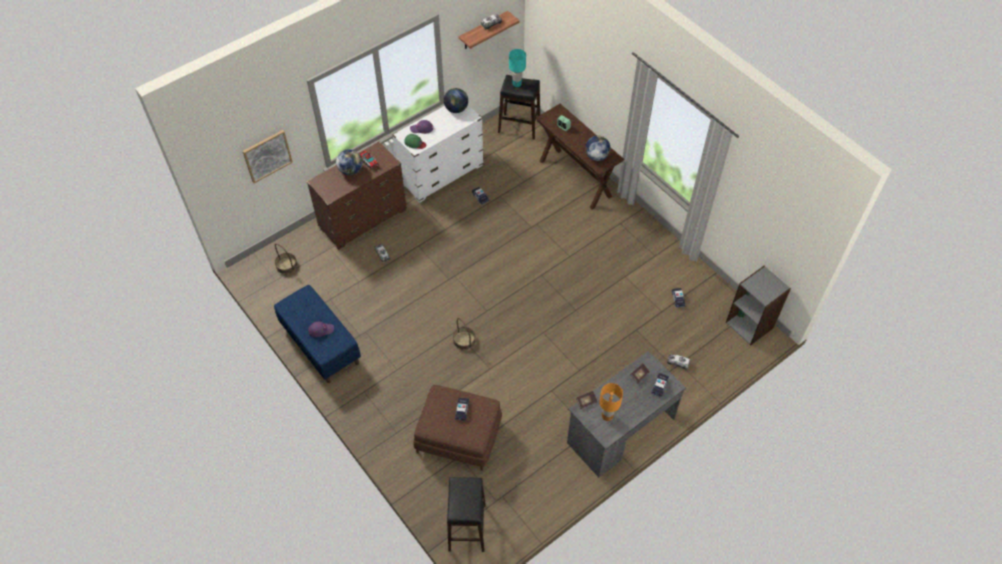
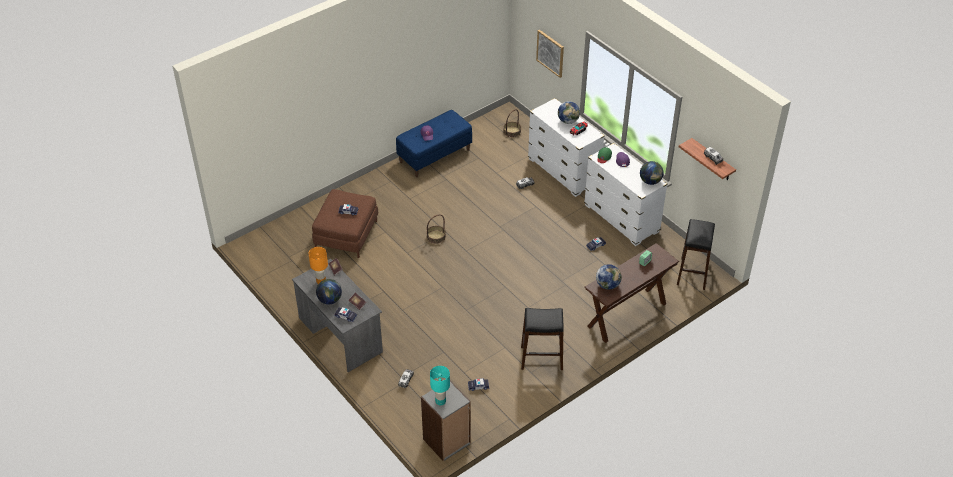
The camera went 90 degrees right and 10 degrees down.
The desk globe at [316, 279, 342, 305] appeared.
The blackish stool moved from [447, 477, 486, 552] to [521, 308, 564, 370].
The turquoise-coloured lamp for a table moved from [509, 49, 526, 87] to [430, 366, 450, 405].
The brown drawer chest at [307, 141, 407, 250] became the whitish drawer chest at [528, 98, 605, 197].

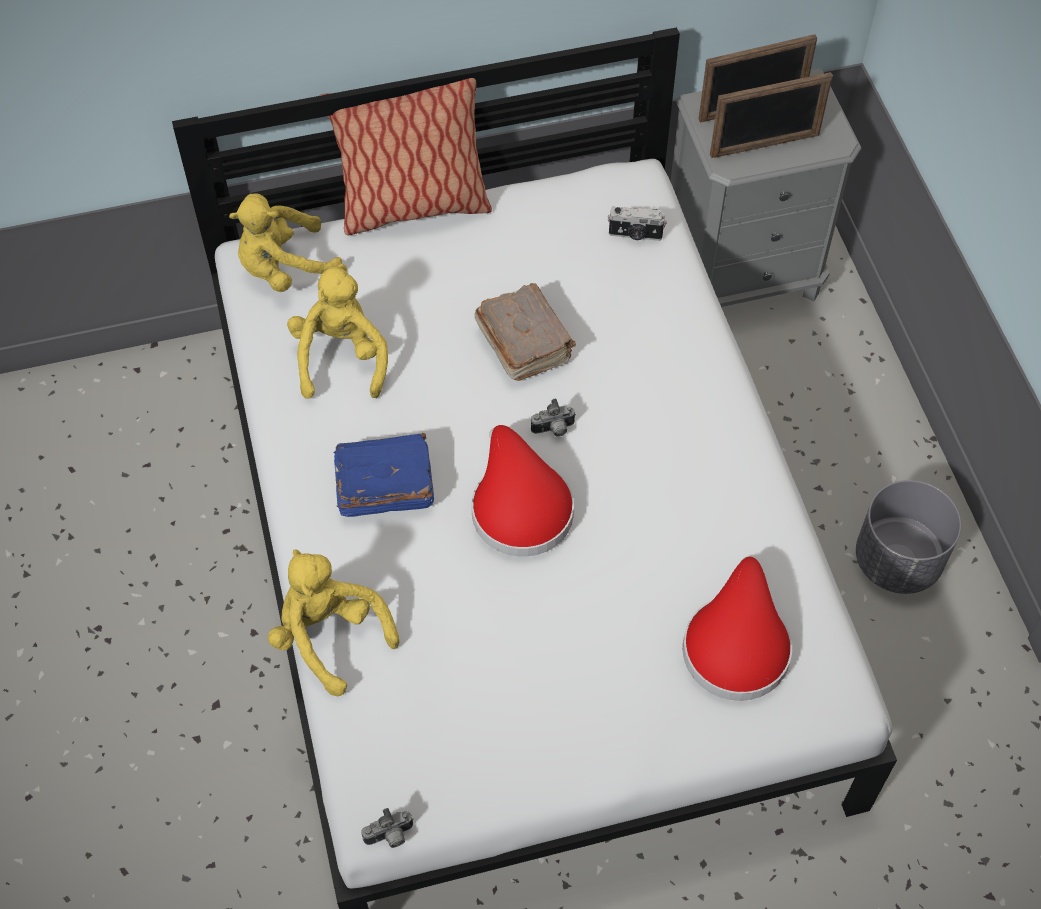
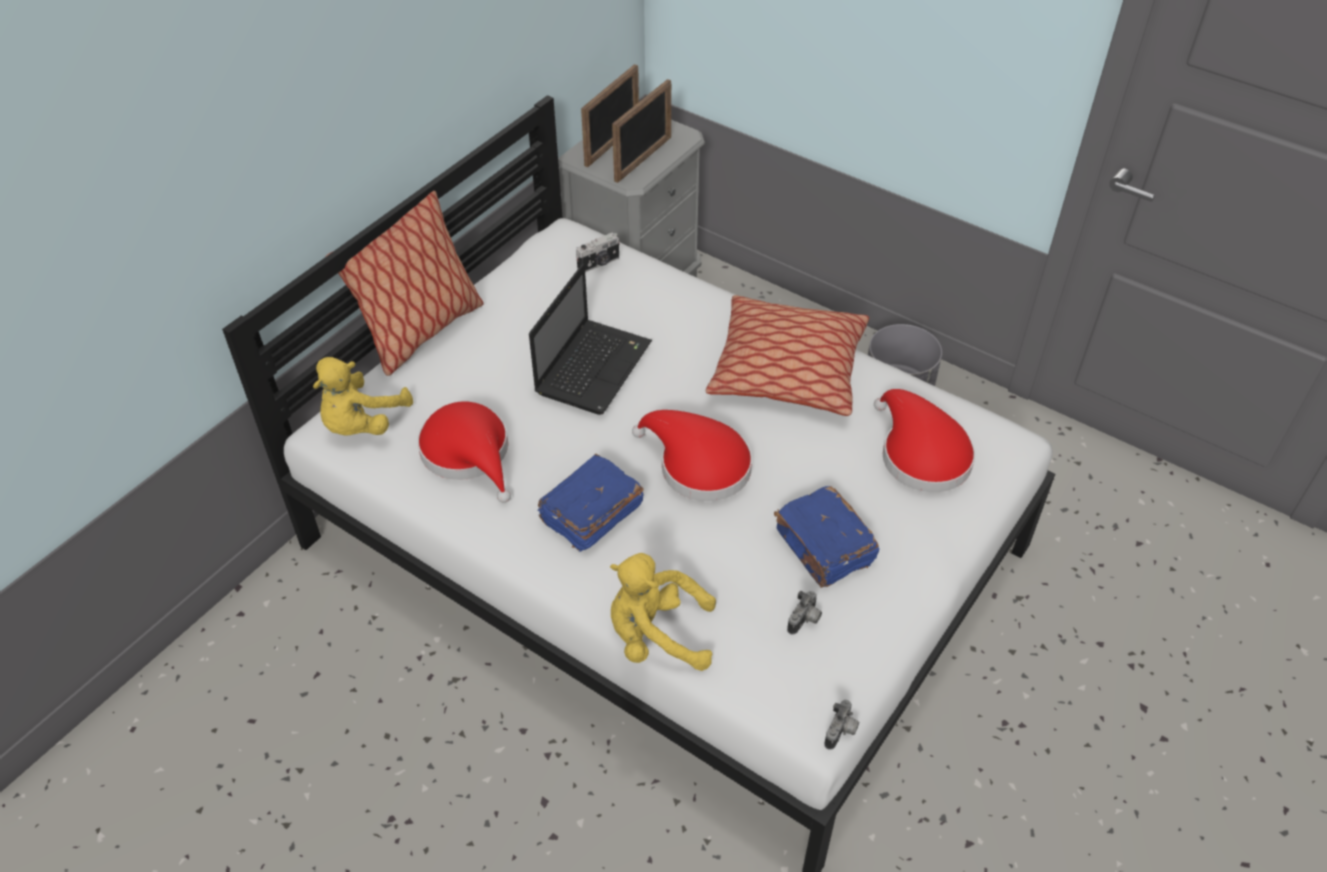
The camera went 40 degrees left and 10 degrees down.
The pillow at [706, 295, 869, 416] appeared.
The blue-coloured volume at [774, 486, 879, 588] appeared.
The still camera moved from [531, 399, 576, 437] to [787, 591, 822, 635].
The yellowish plush toy at [287, 263, 388, 399] was replaced by the reddish hat at [417, 401, 511, 503].
The brown volume at [474, 283, 576, 381] was replaced by the laptop at [529, 264, 652, 415].

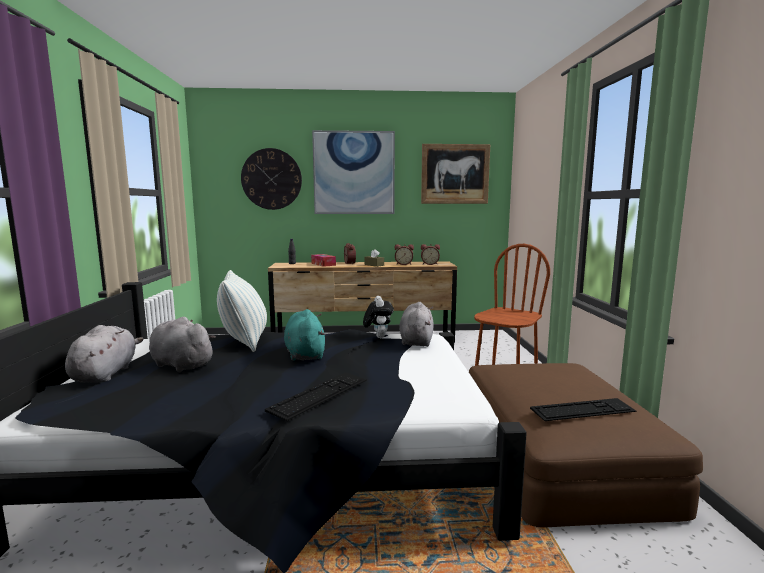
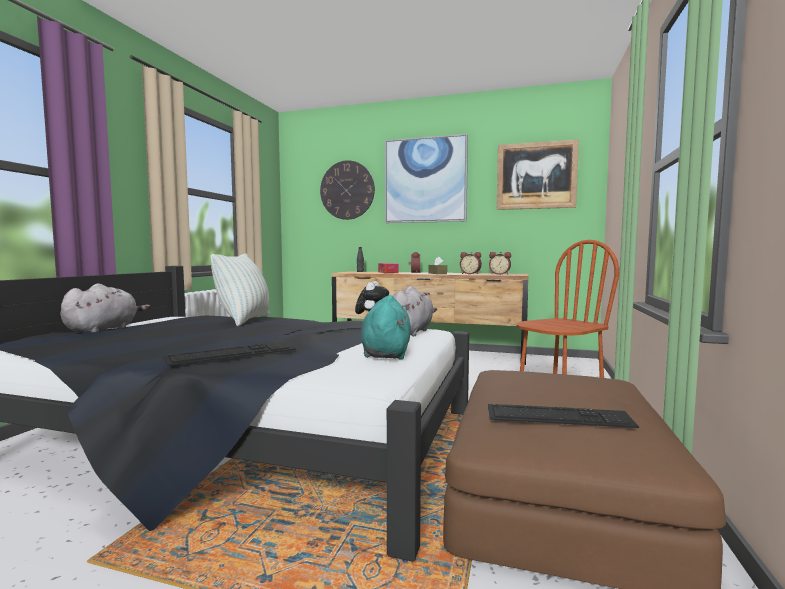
The camera went 20 degrees right and 5 degrees down.
The greyish plush toy at [149, 317, 216, 372] disappeared.
The turquoise-coloured plush toy moved from [284, 309, 325, 361] to [361, 295, 411, 360].

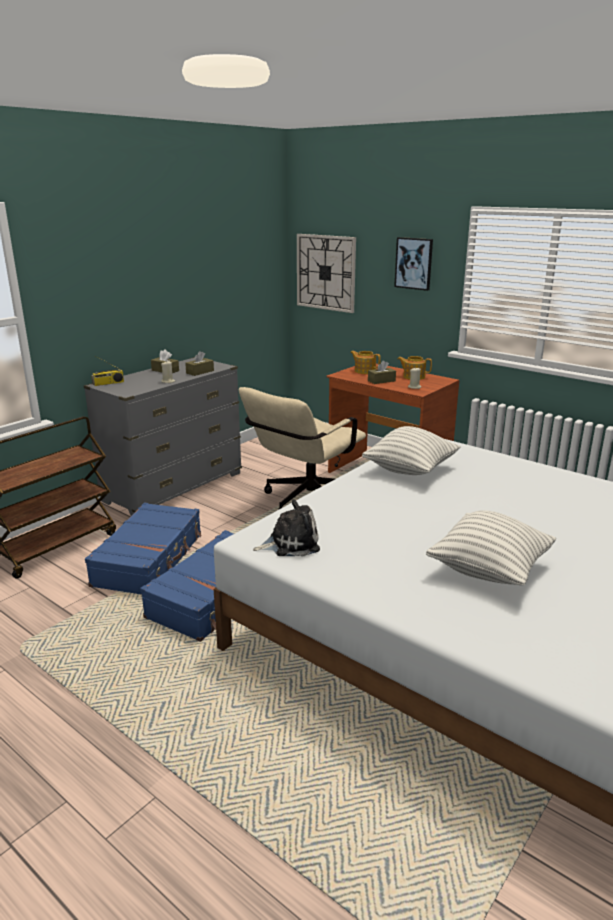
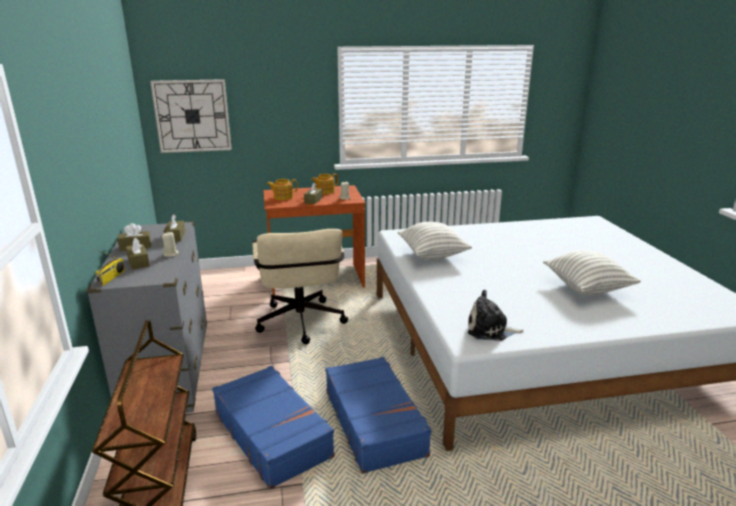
The camera went 50 degrees left and 0 degrees up.
The wall art at [394, 237, 433, 291] disappeared.
The brown tissue holder at [126, 238, 150, 270] appeared.
The plush toy at [253, 499, 320, 556] turned 105 degrees counterclockwise.

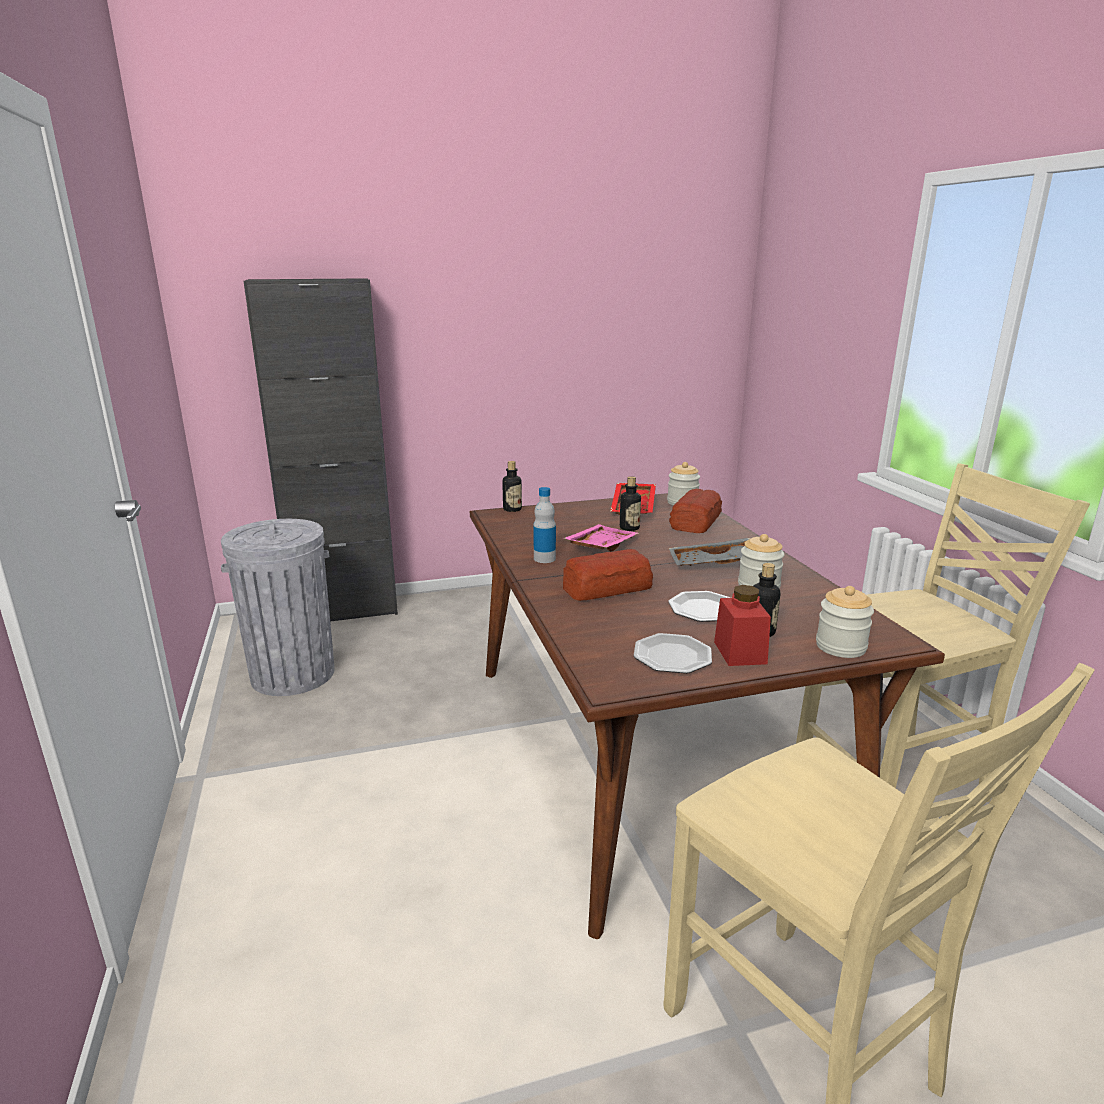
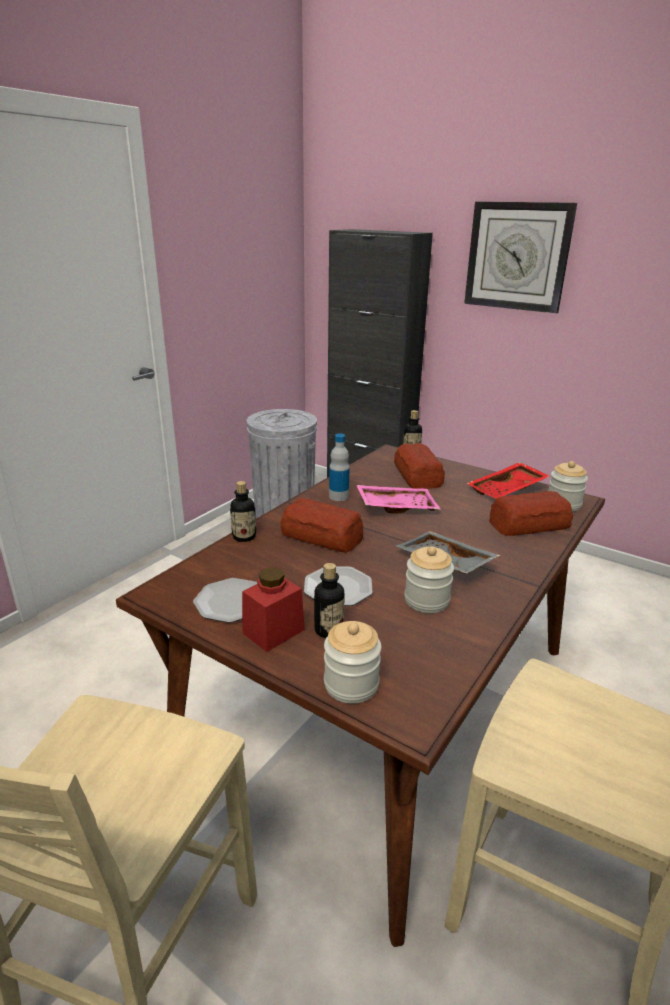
The camera went 50 degrees right and 5 degrees up.
The baked bread at [394, 443, 445, 489] appeared.
The hanging clock at [464, 201, 577, 313] appeared.
The beverage bottle moved from [620, 476, 641, 531] to [230, 481, 256, 542].

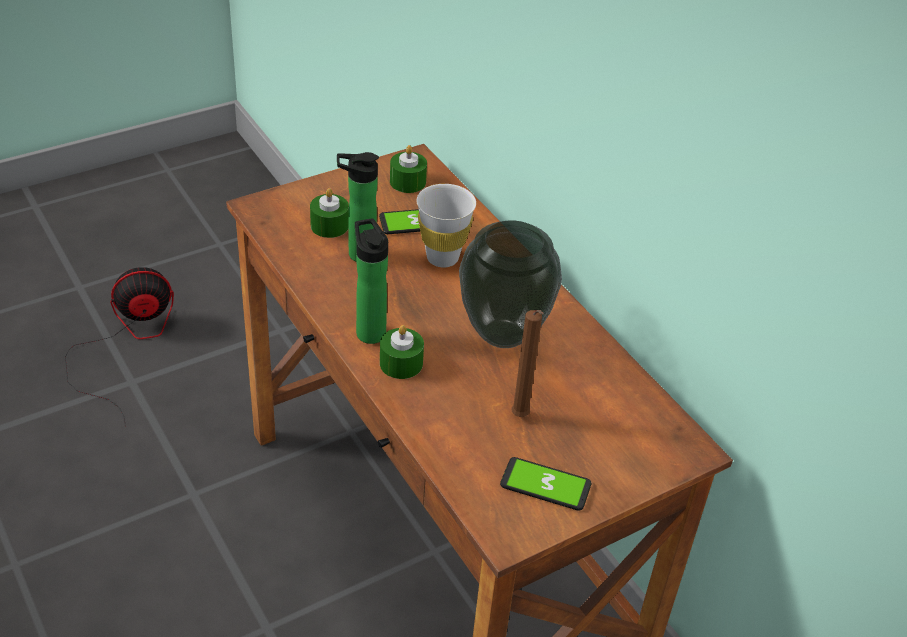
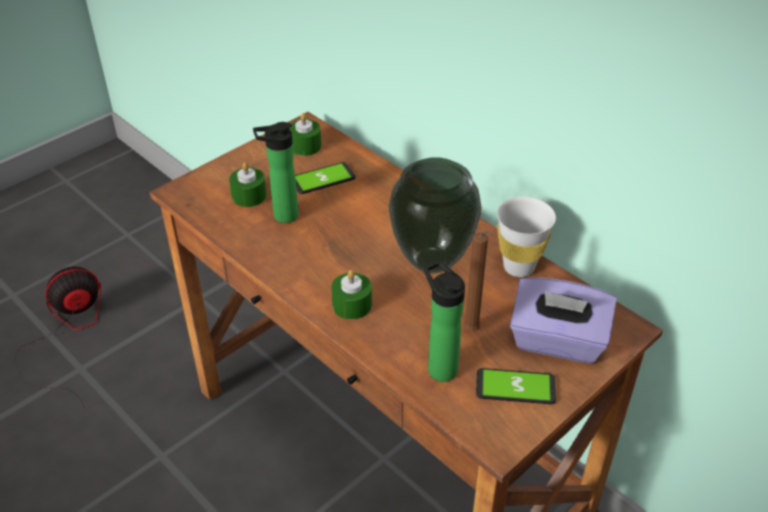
The camera went 10 degrees left and 0 degrees up.
The purple tissue holder at [510, 277, 617, 363] appeared.
The beverage bottle moved from [355, 219, 388, 344] to [424, 261, 465, 382].
The whitish small cup moved from [416, 184, 476, 267] to [497, 197, 556, 277].

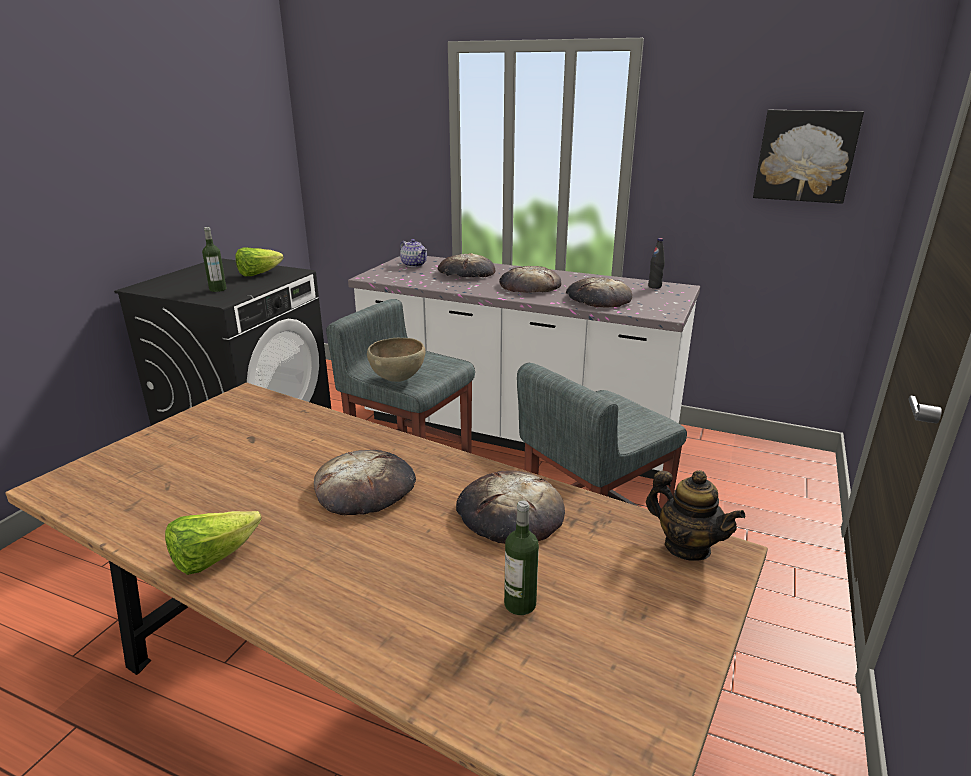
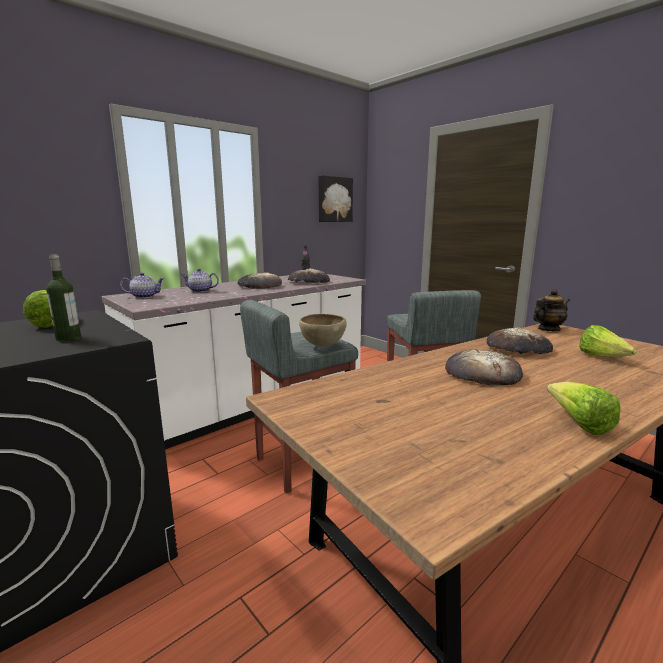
The camera went 65 degrees left and 10 degrees down.
The baked bread at [438, 253, 495, 277] was replaced by the tea pot at [181, 268, 219, 292].
The beverage bottle at [504, 500, 539, 615] was replaced by the head of lettuce at [579, 325, 637, 357].

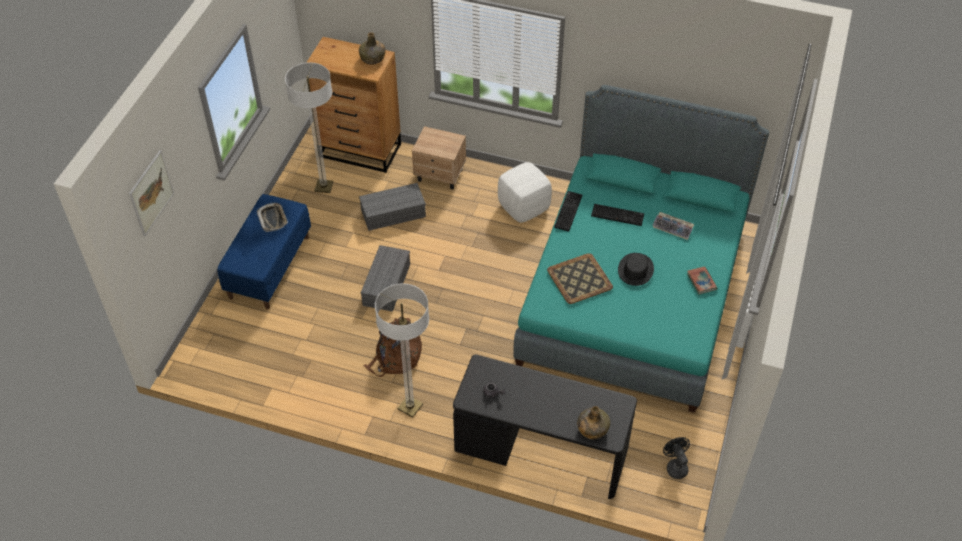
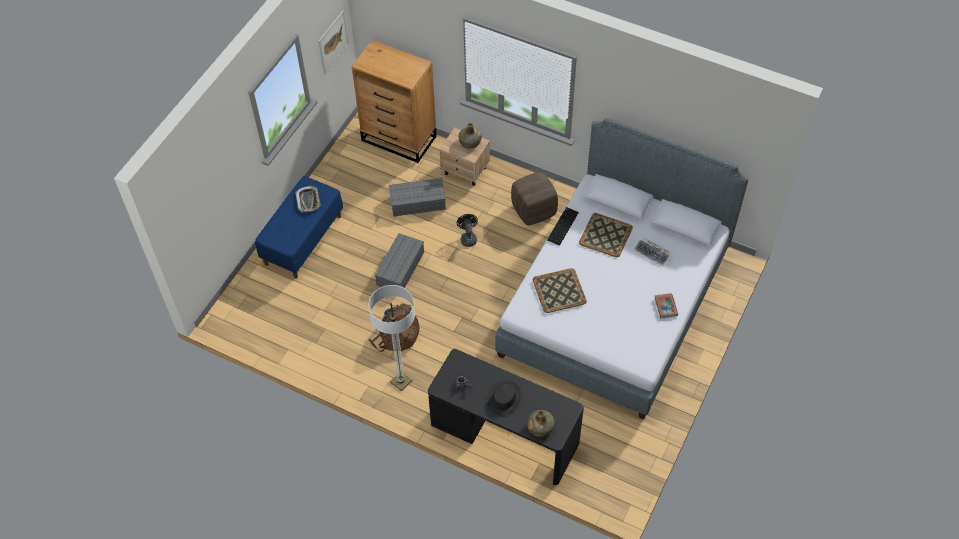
The camera went 10 degrees right and 5 degrees up.
The standing lamp at [285, 62, 333, 193] disappeared.
The wall art moved from [129, 150, 174, 236] to [318, 11, 349, 74].
The green-coloured beverage bottle moved from [359, 32, 386, 65] to [459, 123, 482, 149].
The blackish hat moved from [618, 253, 654, 286] to [486, 381, 522, 416].
The blackish cooling fan moved from [663, 437, 690, 479] to [457, 214, 478, 247].
The keyboard at [591, 204, 644, 226] was replaced by the serving tray at [579, 213, 633, 257].
The whitish footrest at [498, 162, 552, 223] became the brown footrest at [511, 172, 558, 225].
The turquoise-coloured bed at [513, 85, 769, 413] became the greyish bed at [495, 118, 749, 419].

